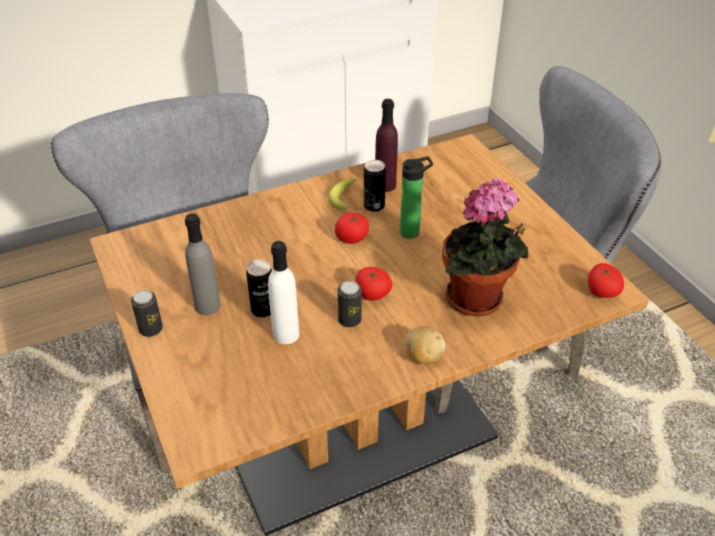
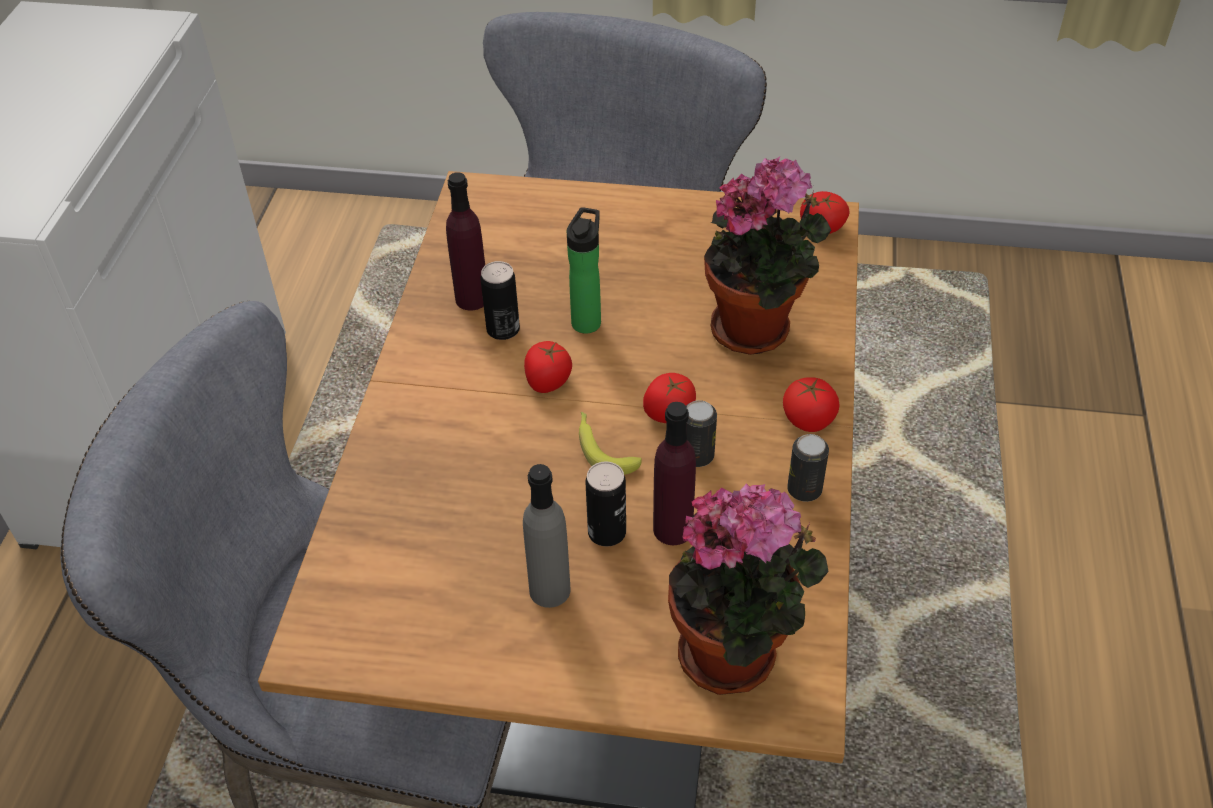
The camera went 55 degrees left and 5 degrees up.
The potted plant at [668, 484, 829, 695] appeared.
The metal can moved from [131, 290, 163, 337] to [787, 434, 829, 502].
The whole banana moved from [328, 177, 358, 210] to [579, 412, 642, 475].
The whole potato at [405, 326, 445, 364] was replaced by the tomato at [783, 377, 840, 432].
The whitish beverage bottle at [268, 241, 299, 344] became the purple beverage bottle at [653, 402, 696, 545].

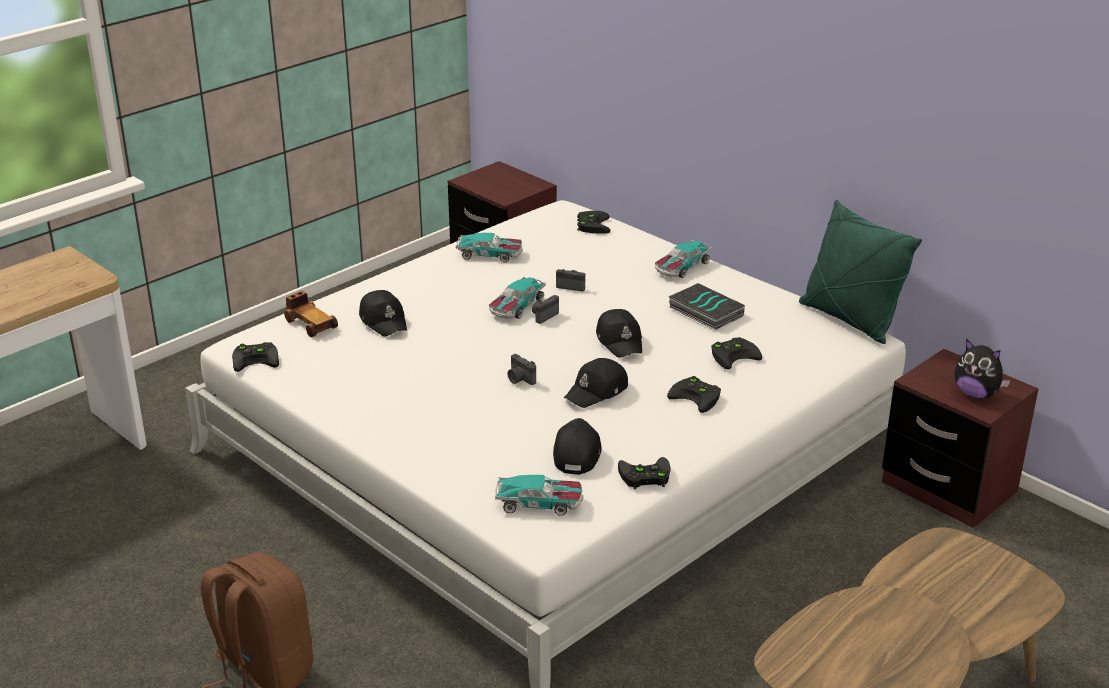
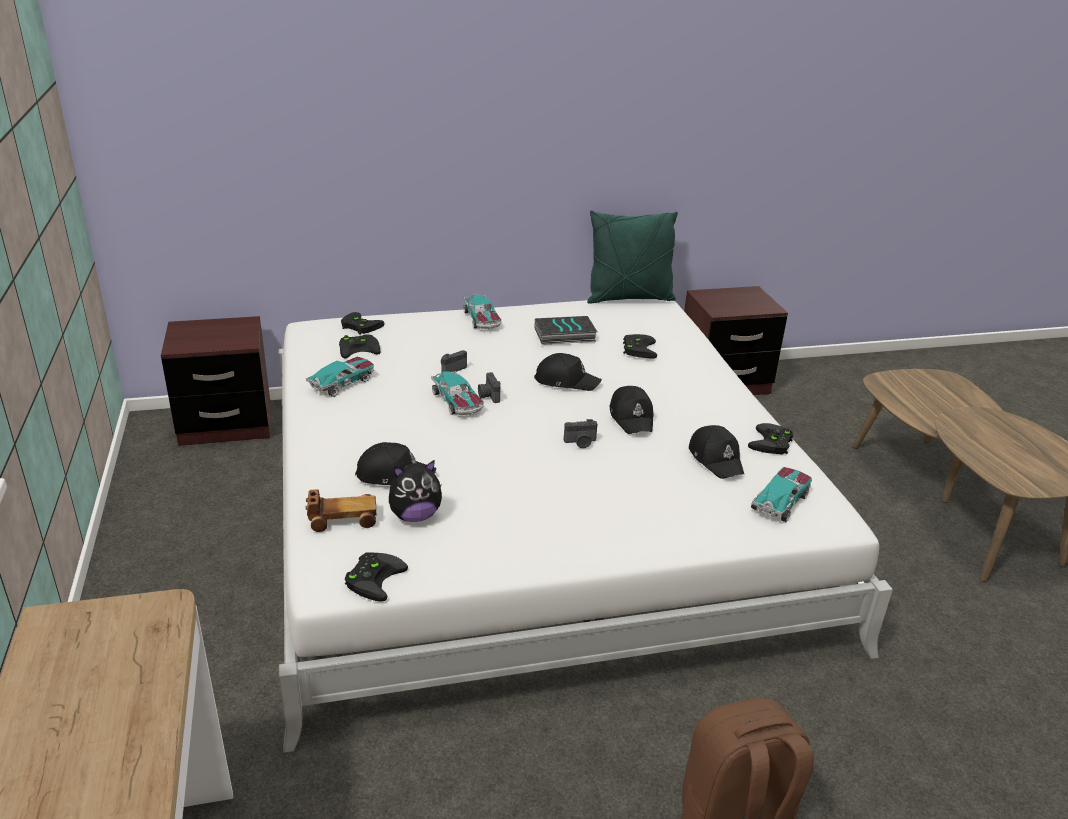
The camera went 60 degrees left and 0 degrees up.
The blackish joypad moved from [667, 376, 721, 413] to [339, 335, 380, 358].
The plush toy moved from [954, 339, 1010, 399] to [389, 460, 442, 522].
The blackish cap at [553, 418, 602, 475] turned 150 degrees counterclockwise.

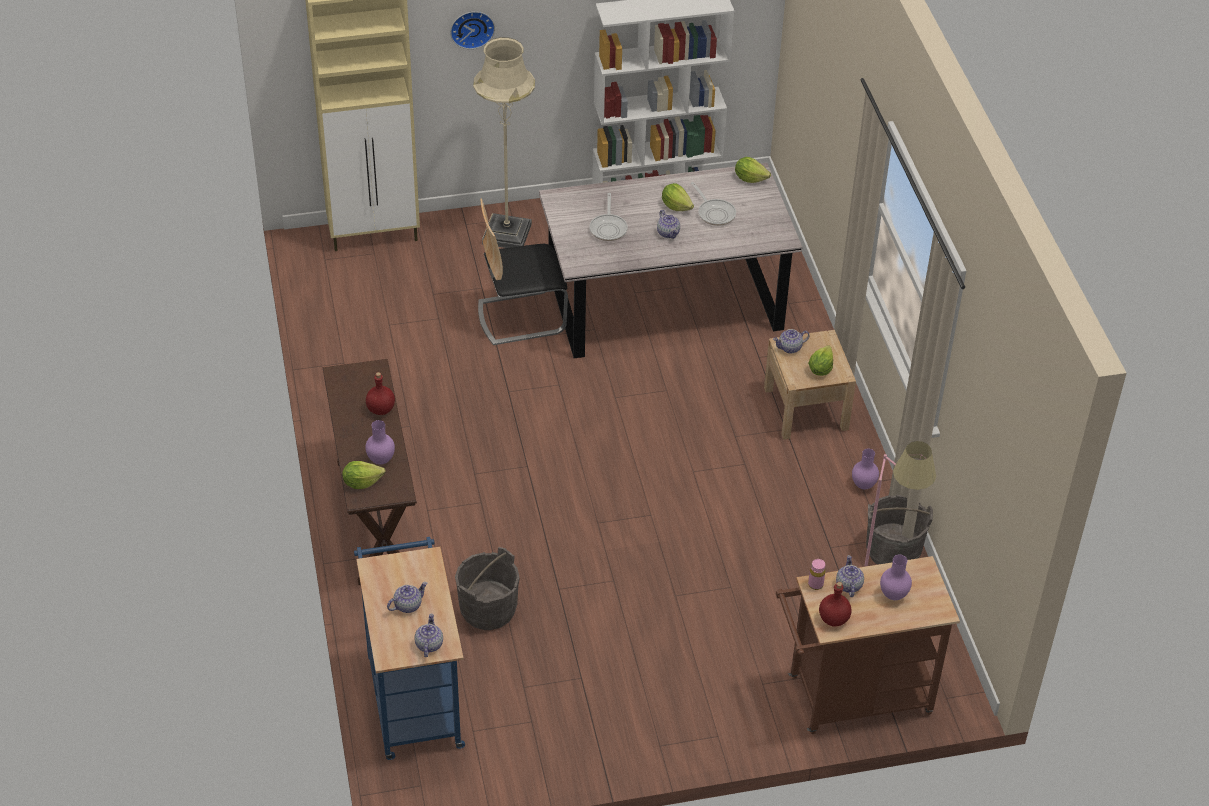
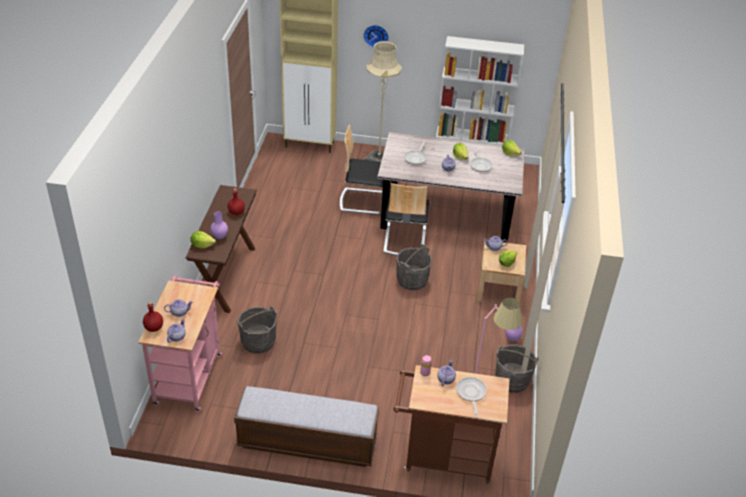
The camera went 20 degrees right and 5 degrees down.
The indoor bench at [234, 386, 379, 467] appeared.
The upright chair at [383, 183, 429, 256] appeared.
The greyish pail at [396, 244, 432, 290] appeared.
The reddish beverage bottle moved from [819, 582, 852, 627] to [143, 302, 163, 332].
The purple decorative vase at [880, 555, 912, 600] was replaced by the frying pan at [456, 377, 487, 418].
The blue-coloured cart at [354, 537, 465, 760] became the pink-coloured cart at [138, 276, 222, 412].

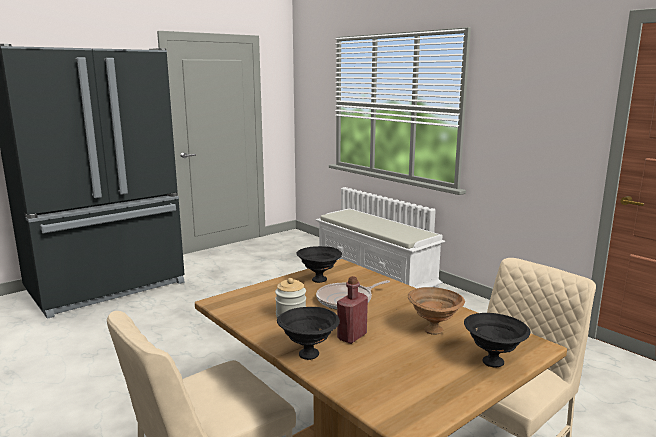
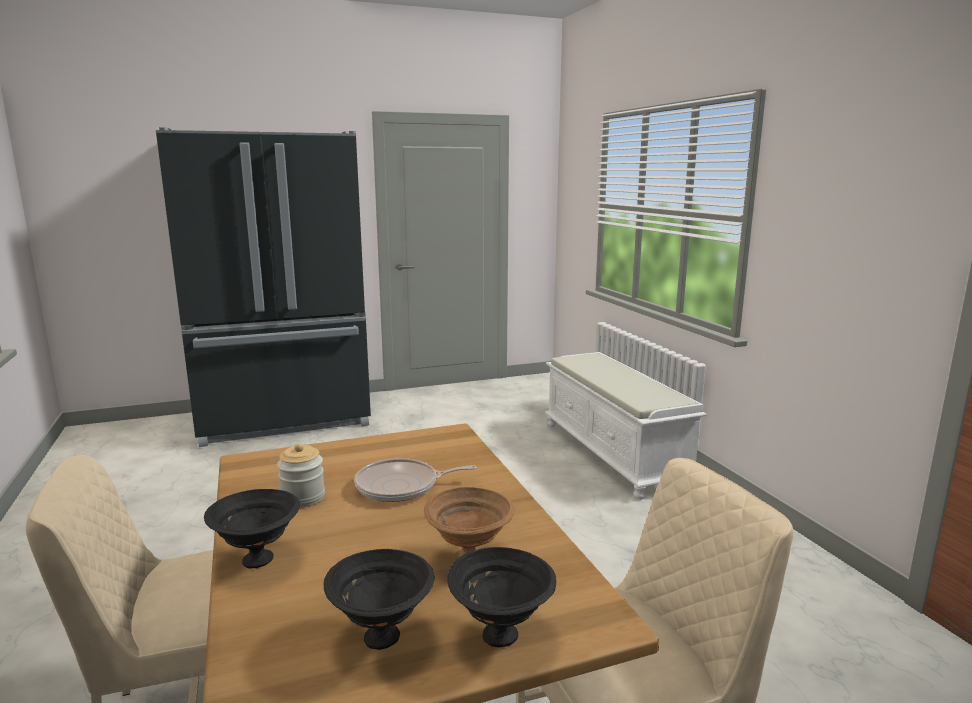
The camera went 20 degrees right and 0 degrees up.
The reddish beverage bottle at [337, 276, 368, 344] disappeared.
The blackish deep dish moved from [296, 246, 342, 283] to [324, 549, 434, 650].

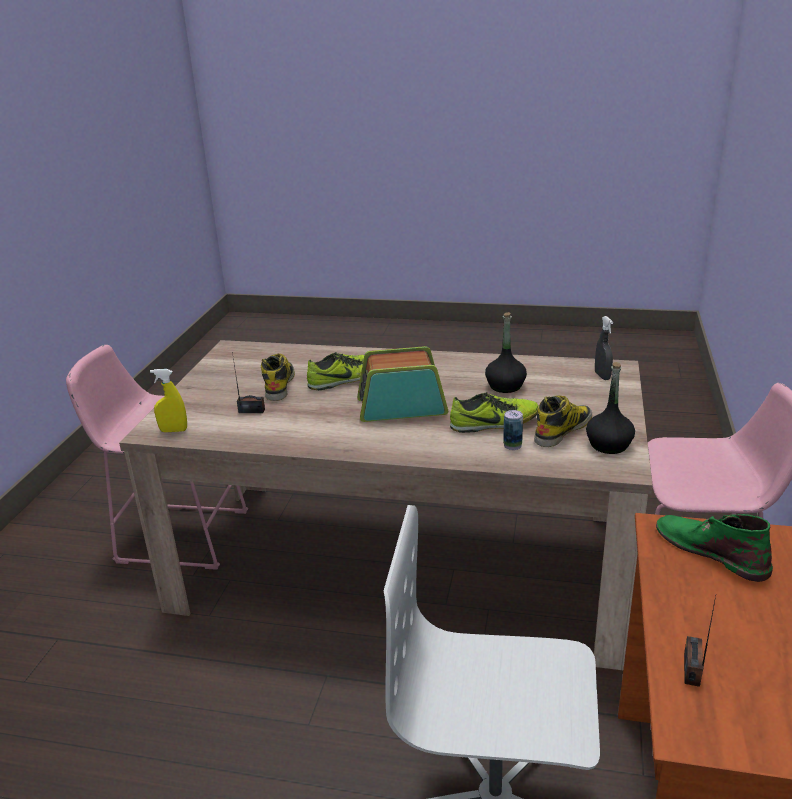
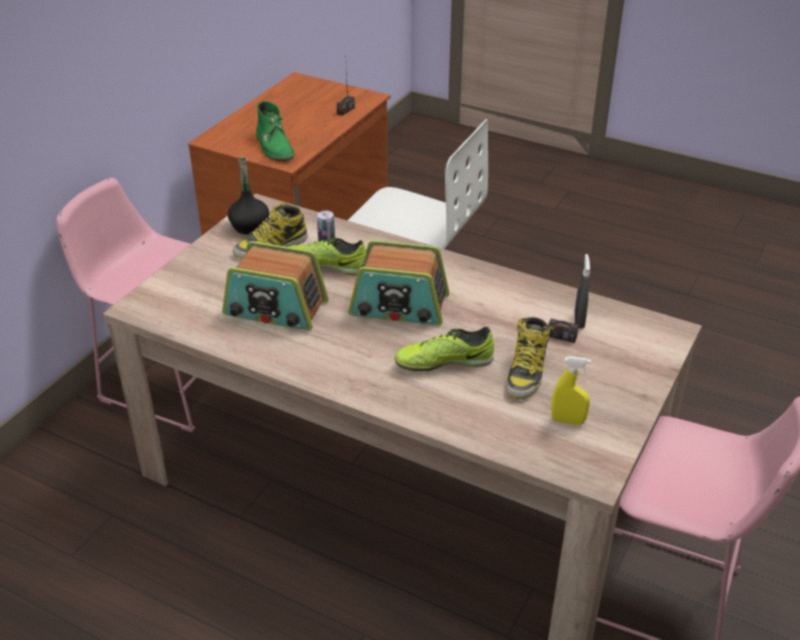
The camera went 165 degrees left and 10 degrees up.
The yellowish spray bottle moved from [150, 369, 187, 432] to [551, 356, 591, 425].
The greyish spray bottle moved from [595, 316, 613, 380] to [574, 254, 590, 329].
The blackish beverage bottle at [485, 312, 527, 393] was replaced by the radio set at [222, 241, 329, 331].

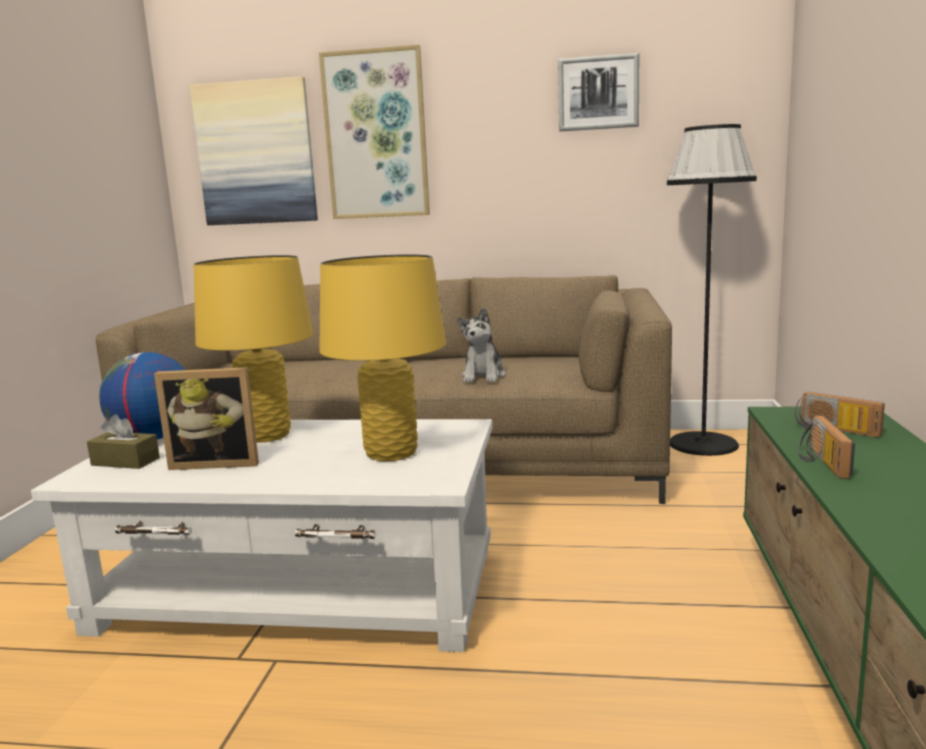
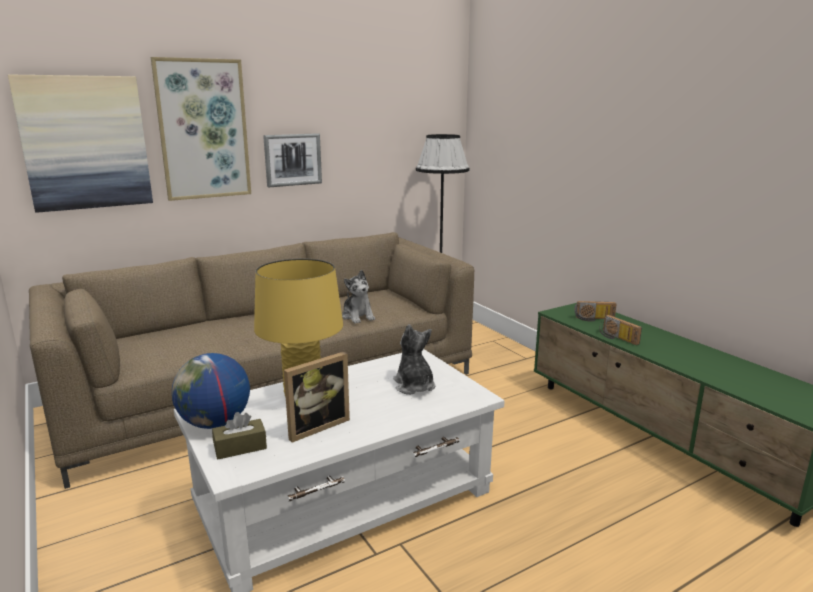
The camera went 40 degrees left and 5 degrees up.
The wall art moved from [558, 53, 639, 131] to [263, 133, 322, 187].
The yellowish lamp for a table at [319, 254, 446, 461] was replaced by the plush toy at [393, 324, 435, 395].

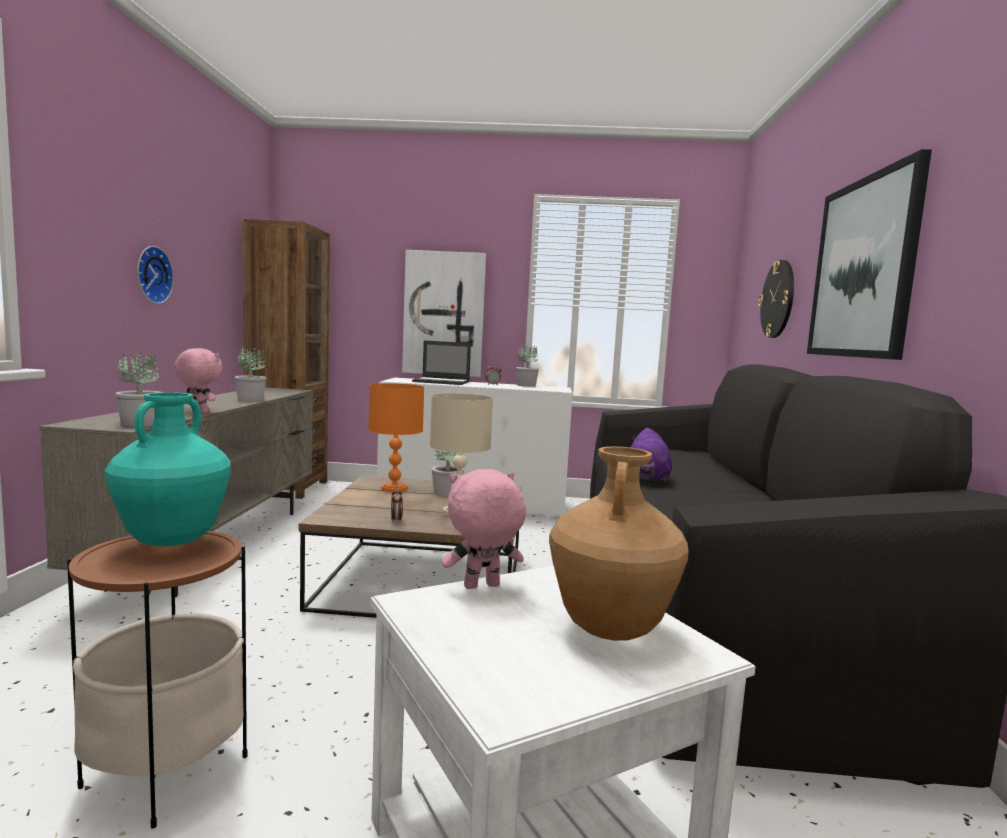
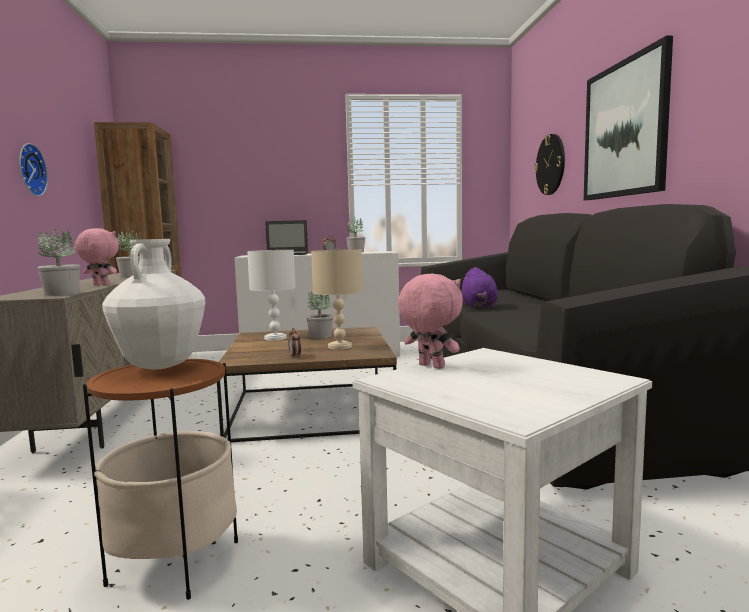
The camera went 10 degrees left and 0 degrees up.
The wall art at [402, 250, 486, 377] disappeared.
The brown decorative vase at [549, 447, 689, 641] disappeared.
The turquoise-coloured decorative vase at [104, 392, 231, 546] became the whitish decorative vase at [102, 239, 205, 369].
The orange lamp for a table at [368, 383, 424, 492] became the whitish lamp for a table at [247, 250, 296, 341].
The pink-coloured plush toy at [442, 469, 526, 589] turned 75 degrees clockwise.

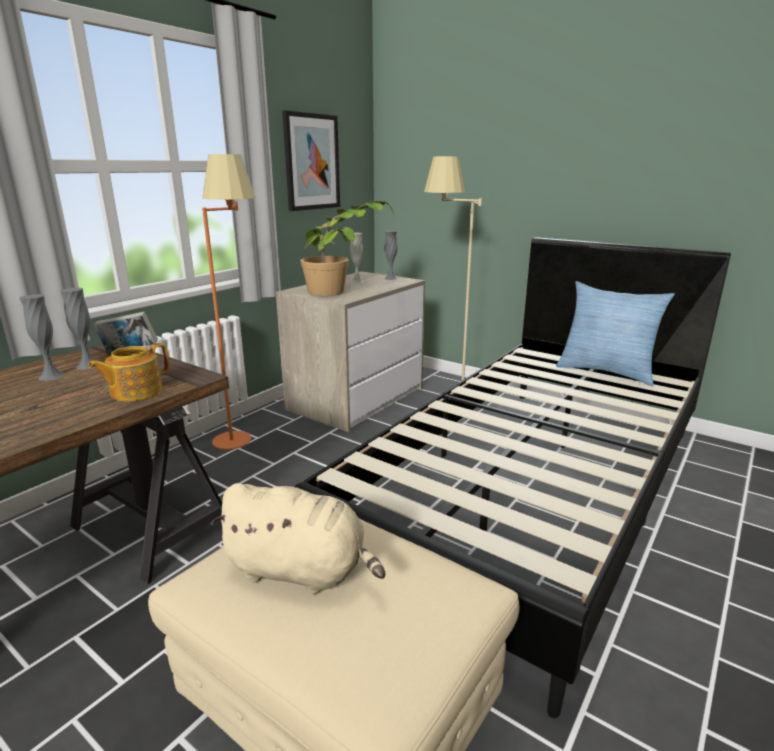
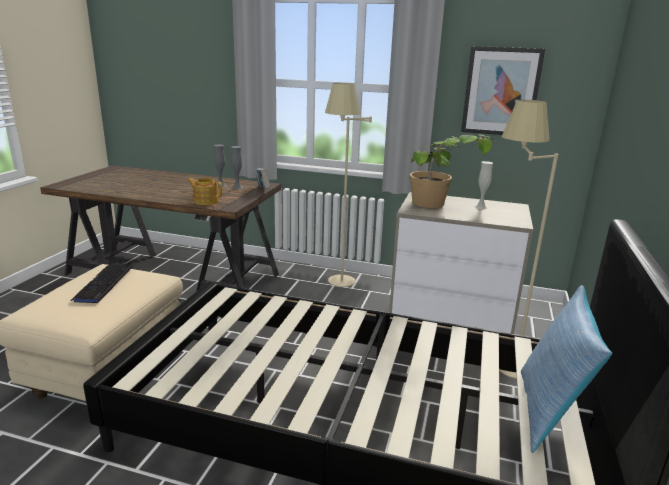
The camera went 70 degrees right and 0 degrees up.
The greyish decorative vase at [385, 231, 397, 280] disappeared.
The beige-coloured plush toy at [211, 483, 385, 594] was replaced by the keyboard at [70, 263, 133, 303].
The orange standing lamp at [202, 154, 256, 450] became the beige-coloured standing lamp at [325, 83, 372, 287].

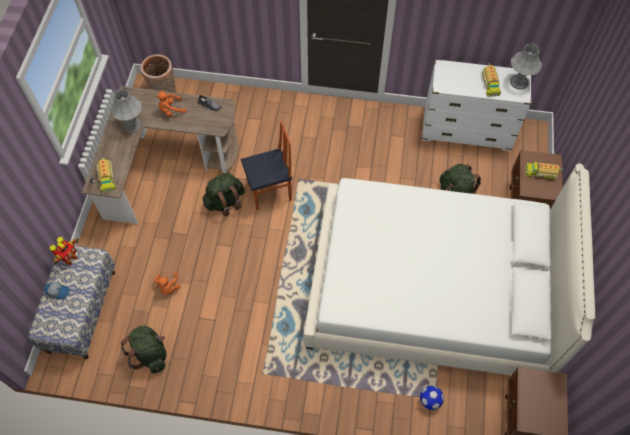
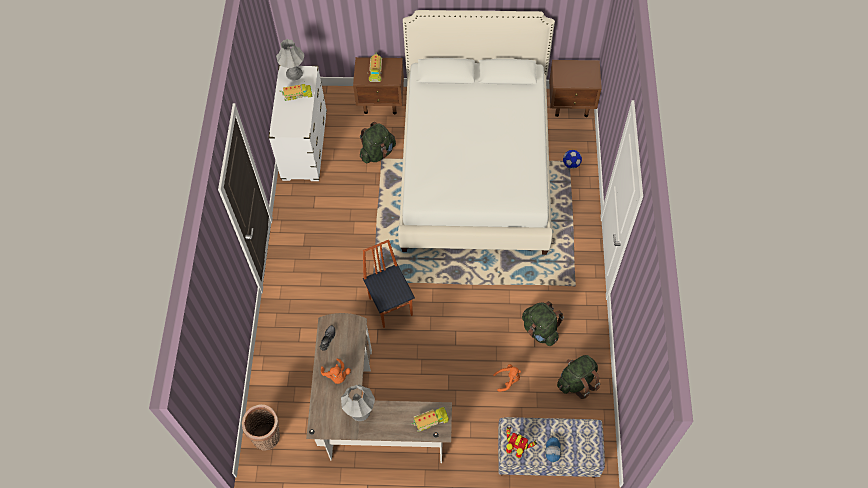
The camera went 95 degrees left and 0 degrees up.
The green-coloured rucksack moved from [203, 172, 245, 217] to [522, 301, 564, 346].

